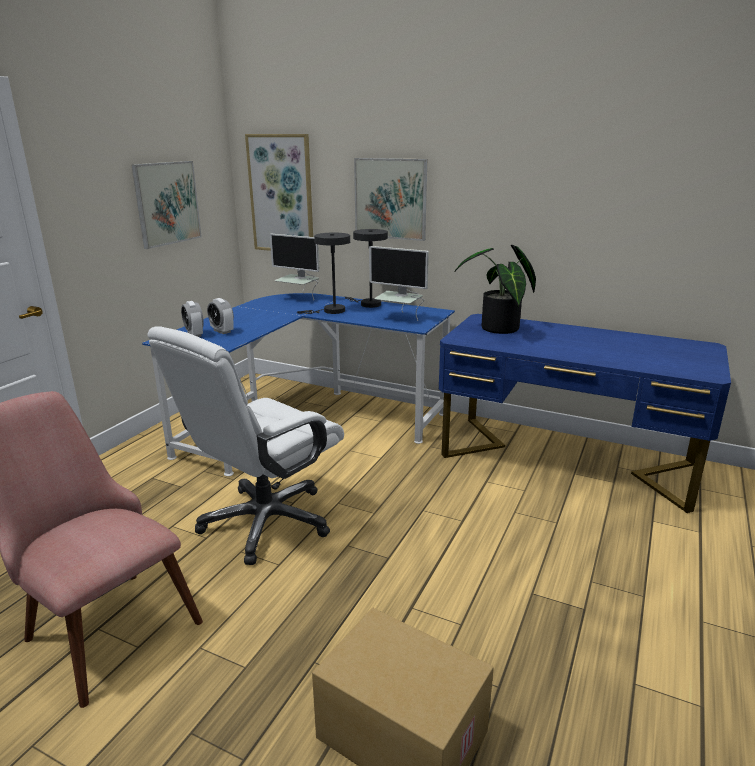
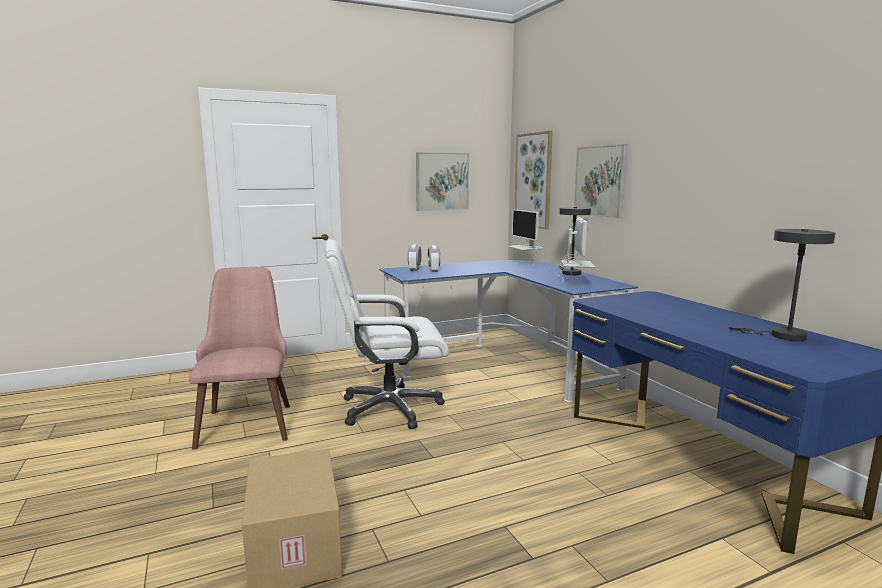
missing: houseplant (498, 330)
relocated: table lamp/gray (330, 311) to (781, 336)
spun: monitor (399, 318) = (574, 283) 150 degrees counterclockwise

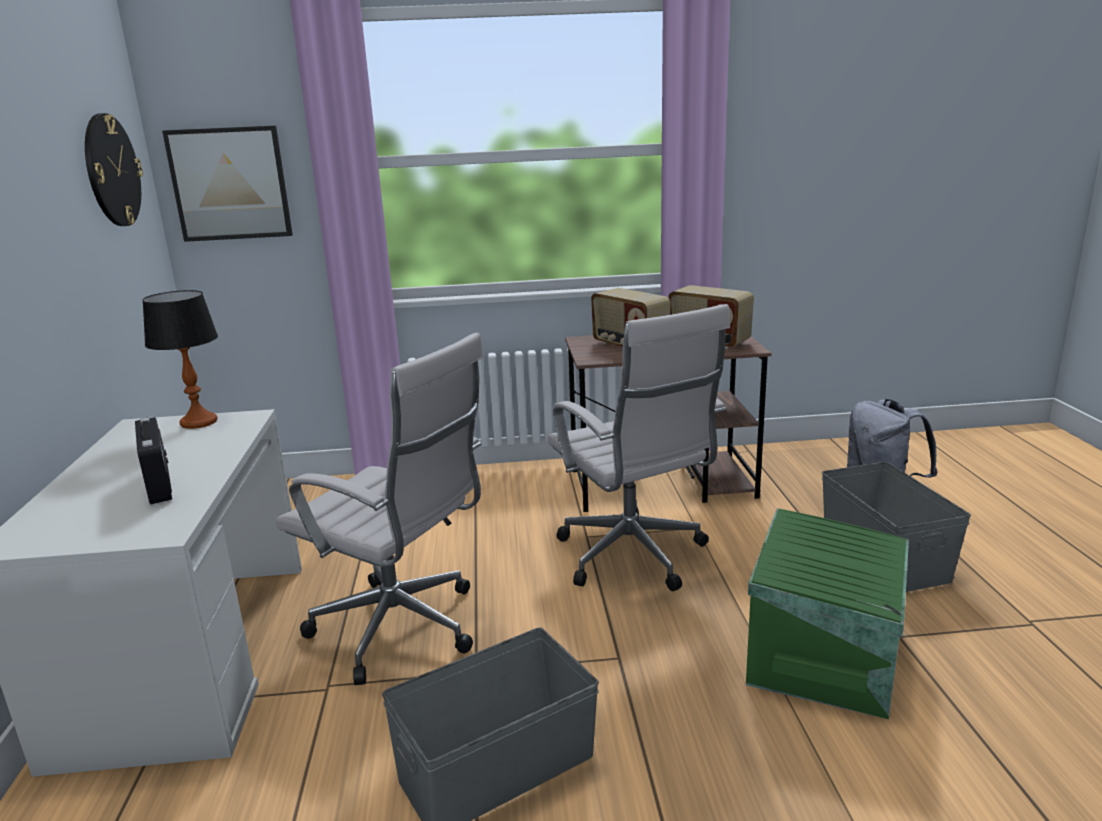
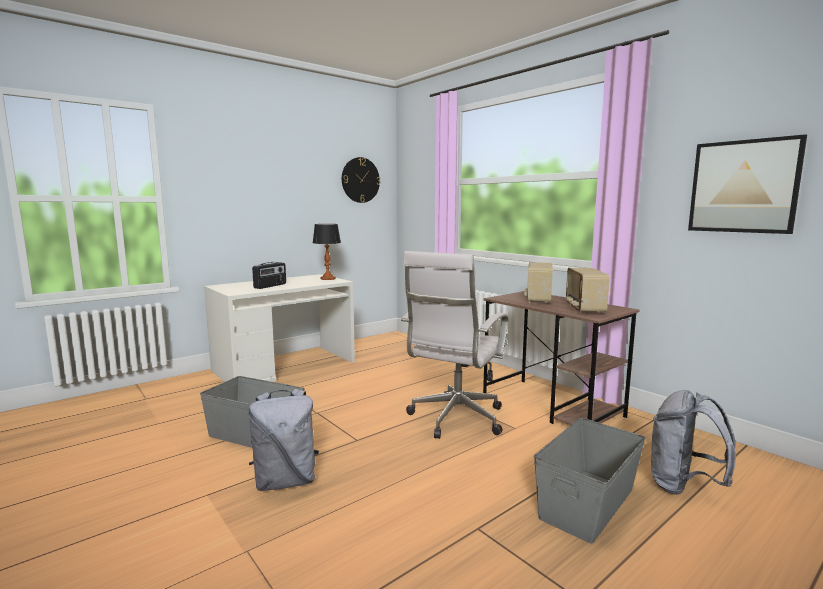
missing: office chair/whitish (403, 630); storage bin/green-coloured (827, 653)
appeared: knapsack/gray (286, 481)
relocated: picture (230, 184) to (743, 186)

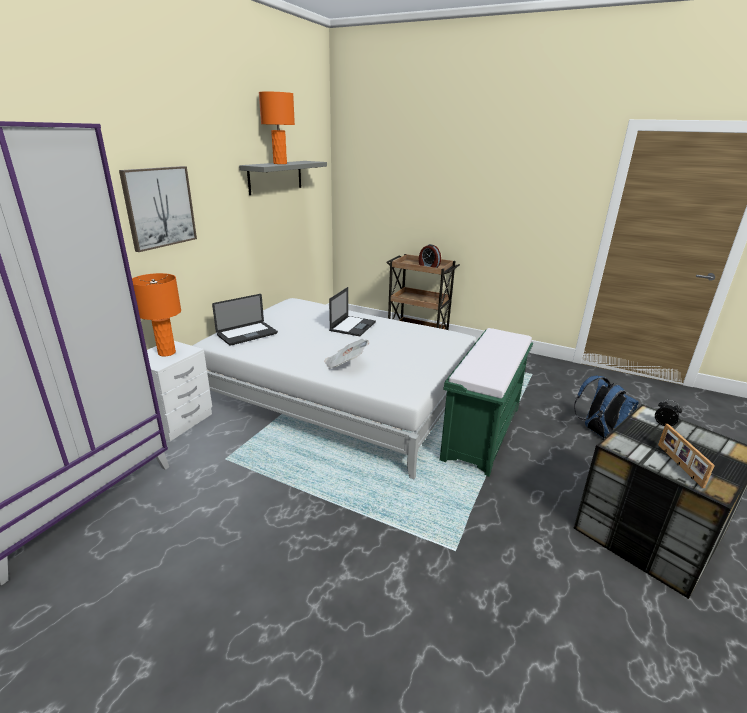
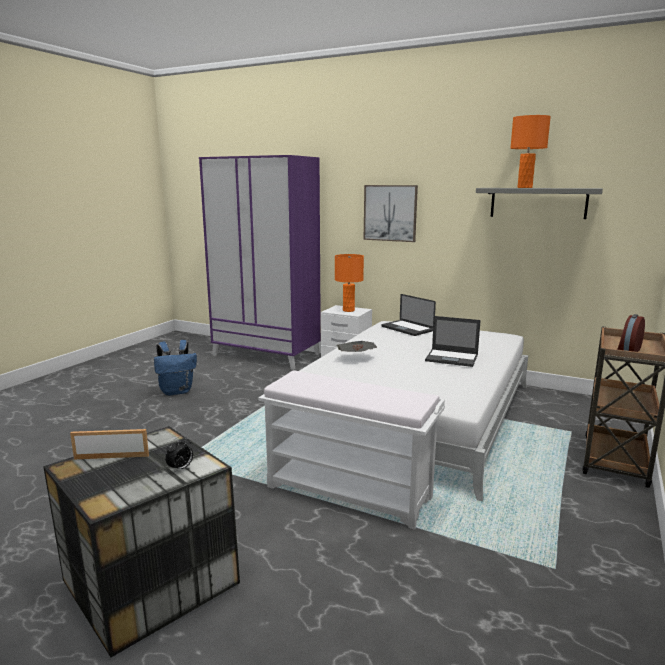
relocated: knapsack/bluish (598, 432) to (177, 391)
colour: long seat/green-coloured (481, 432) to long seat/whitish (350, 491)

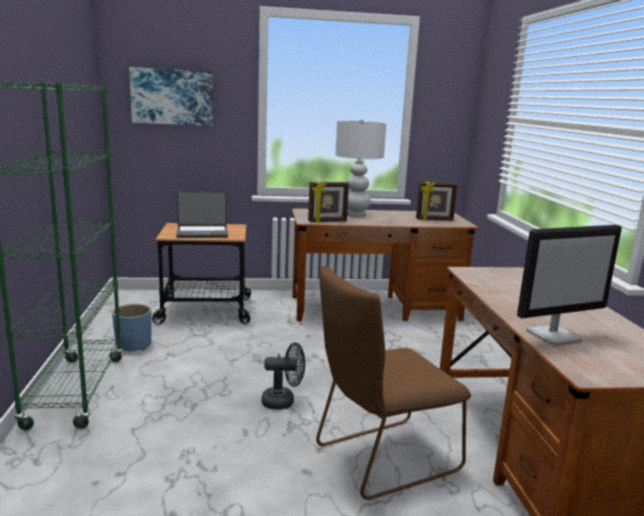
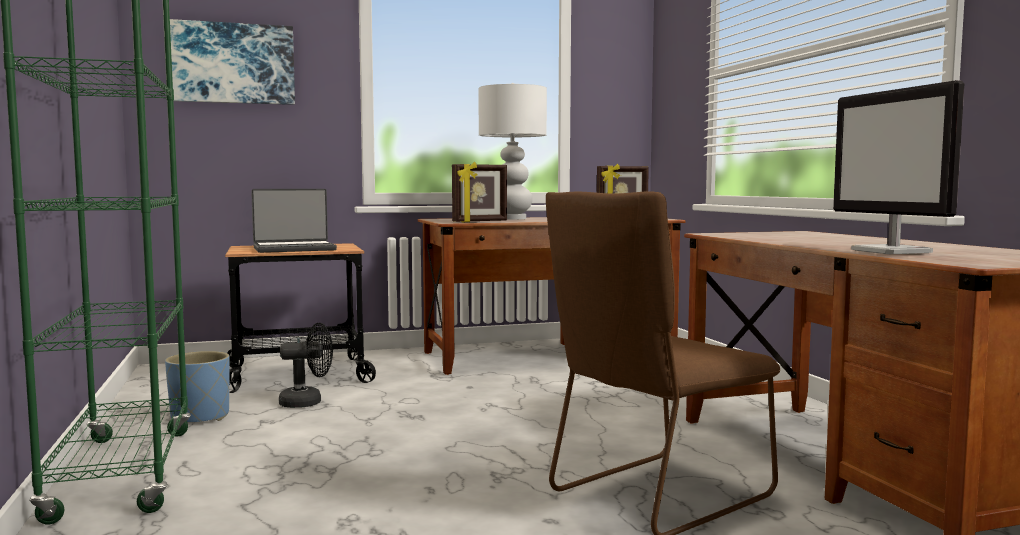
relocated: electric fan/black-coloured (283, 401) to (308, 402)
spun: monitor (554, 335) = (892, 251) 105 degrees clockwise

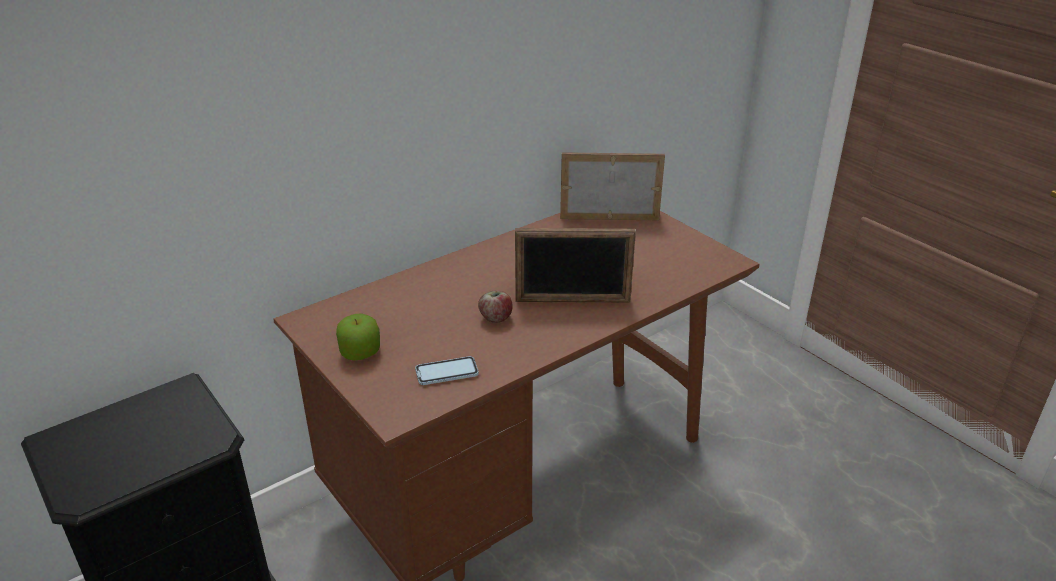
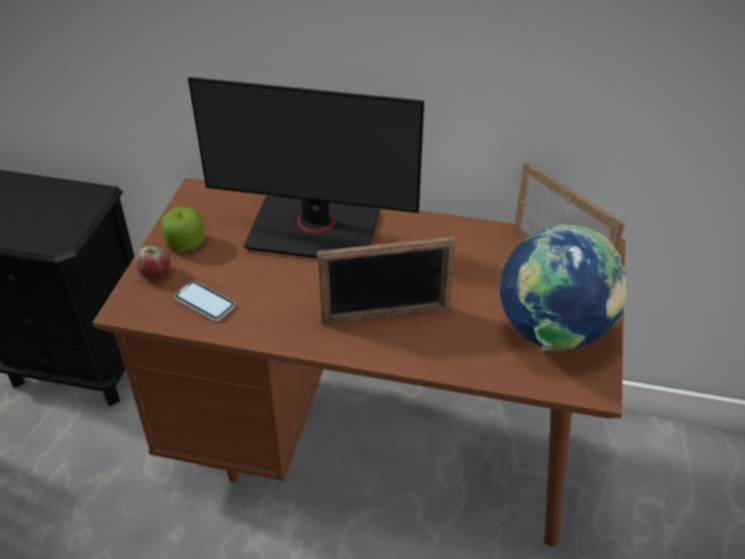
appeared: monitor (314, 229); world globe (554, 334)
relocated: whole apple (496, 318) to (155, 273)
spun: standing frame (572, 301) = (385, 315) 60 degrees counterclockwise

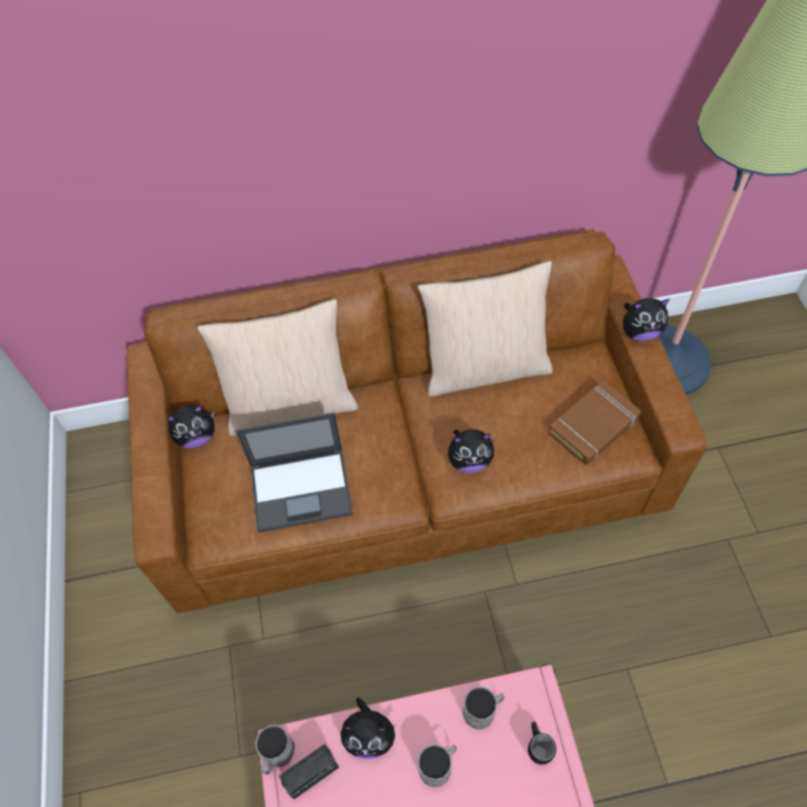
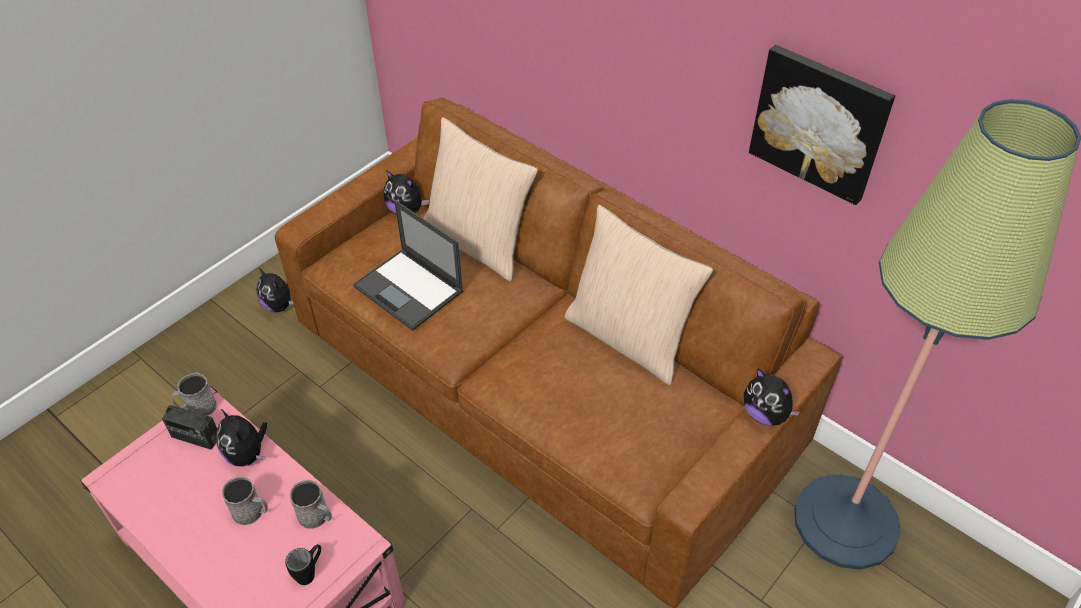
missing: bound book/brownish (593, 426)
appeared: picture (820, 123)
relocated: soft toy (469, 460) to (279, 305)

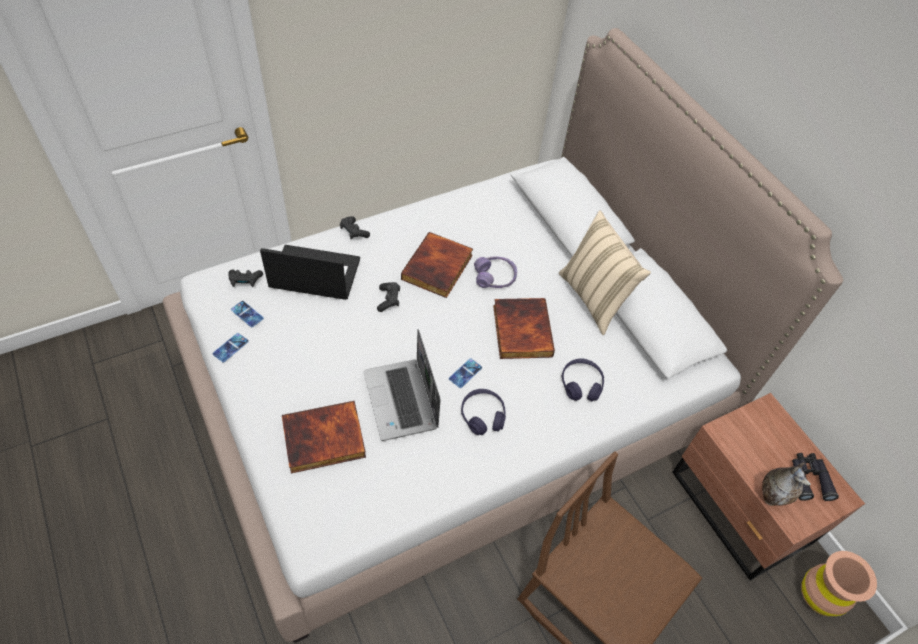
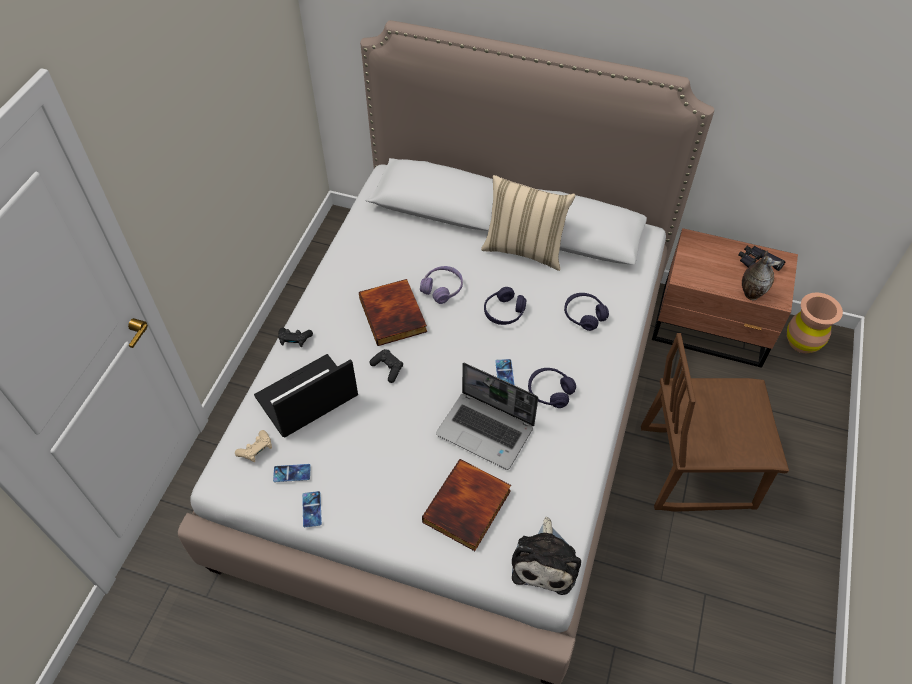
appeared: soft toy (545, 561)
exchanged: bound book (520, 330) to pair of headphones/purplish (504, 312)
colour: gamepad/black-coloured (245, 281) to gamepad/sand-coloured (256, 450)

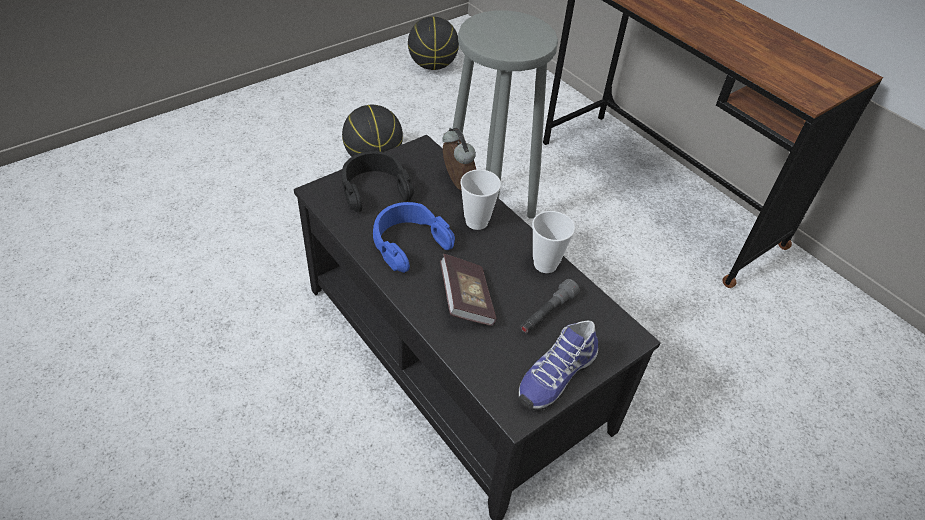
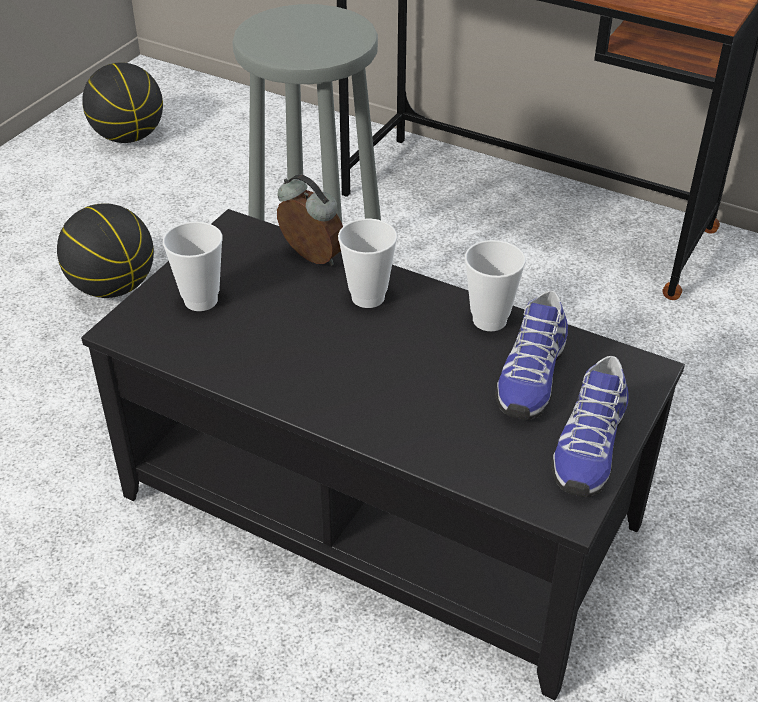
missing: pair of headphones/bluish (409, 243); bound book (466, 300)
exchanged: pair of headphones/black-coloured (374, 189) to drinking cup (201, 300); torch/gray (547, 313) to item of footwear (529, 378)

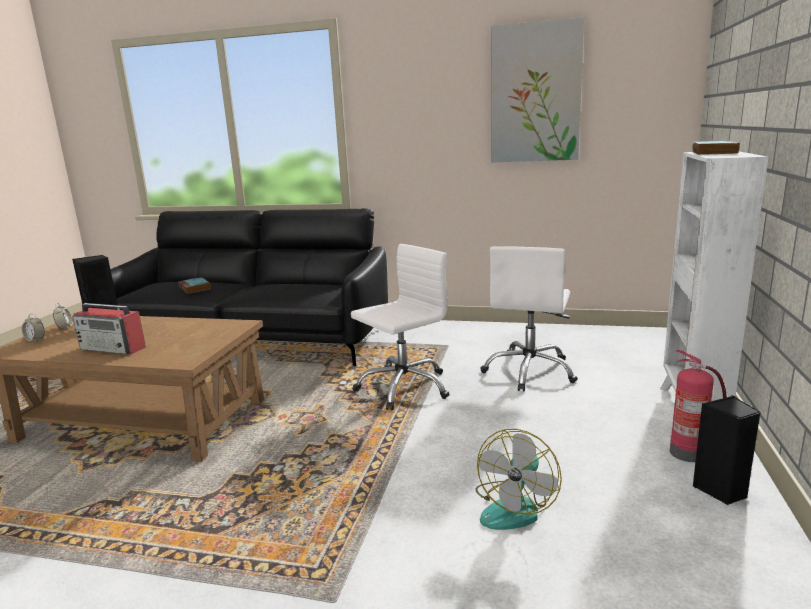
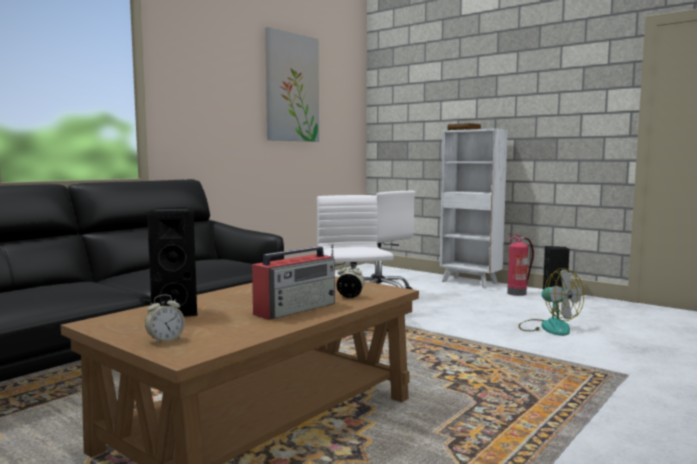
missing: bound book (195, 288)
relocated: alarm clock (65, 327) to (350, 297)

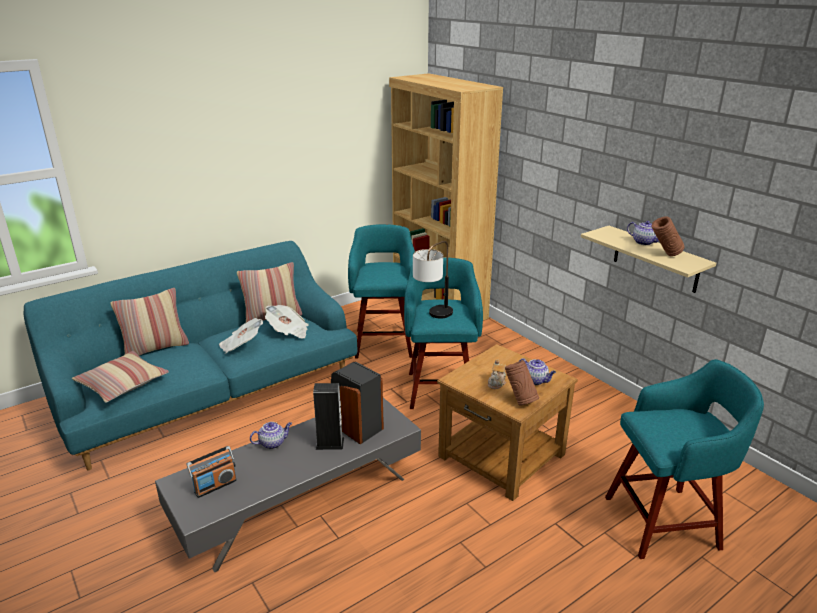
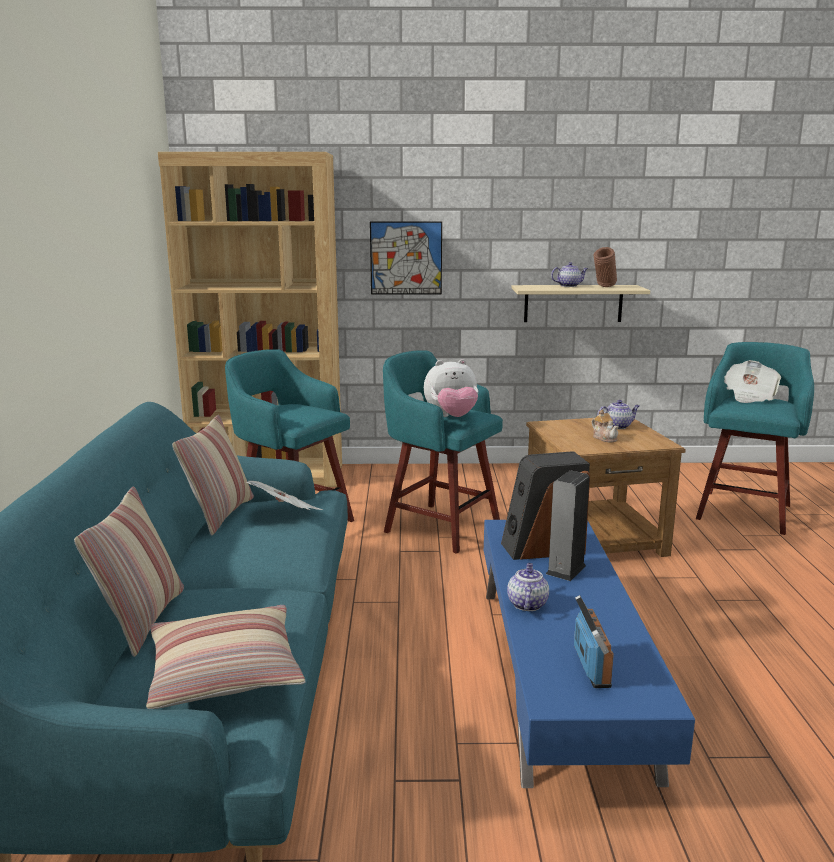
missing: decorative vase/brownish (520, 401)
appeared: picture (406, 258)
relocated: printed paper (241, 346) to (749, 397)
exchanged: table lamp (432, 317) to soft toy (452, 417)
colour: lounge table/gray (299, 497) to lounge table/bluish (558, 672)

